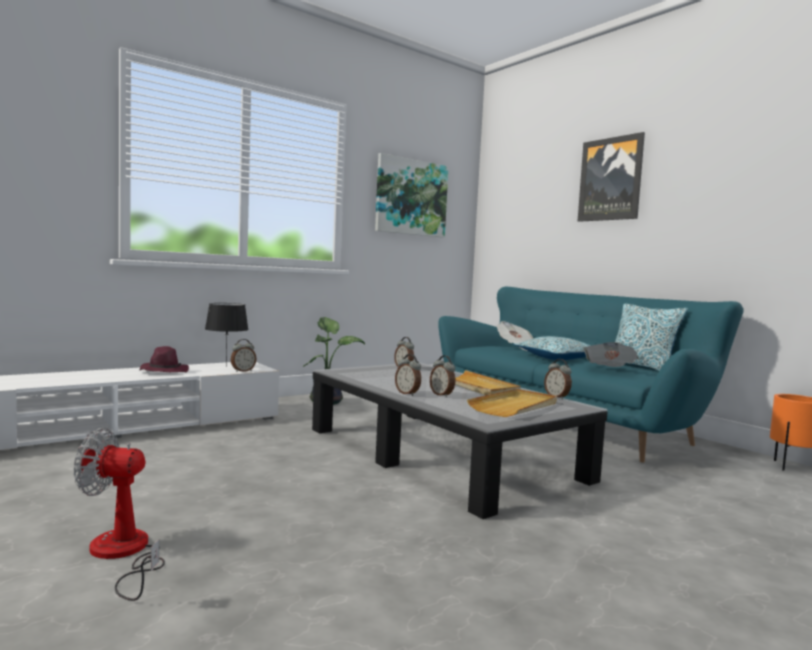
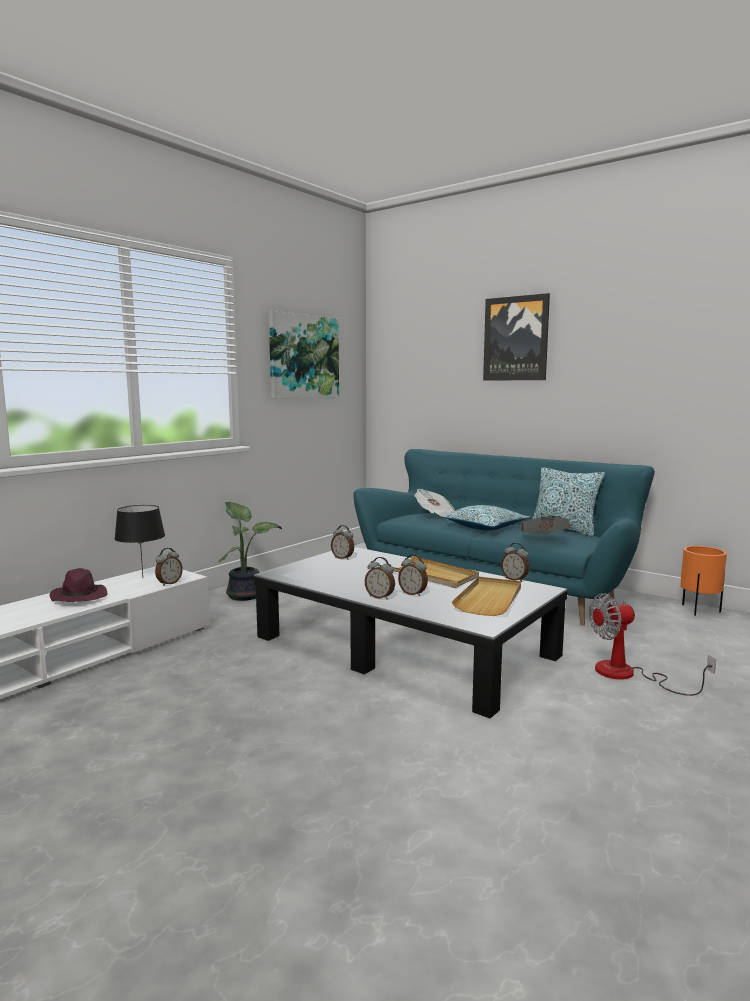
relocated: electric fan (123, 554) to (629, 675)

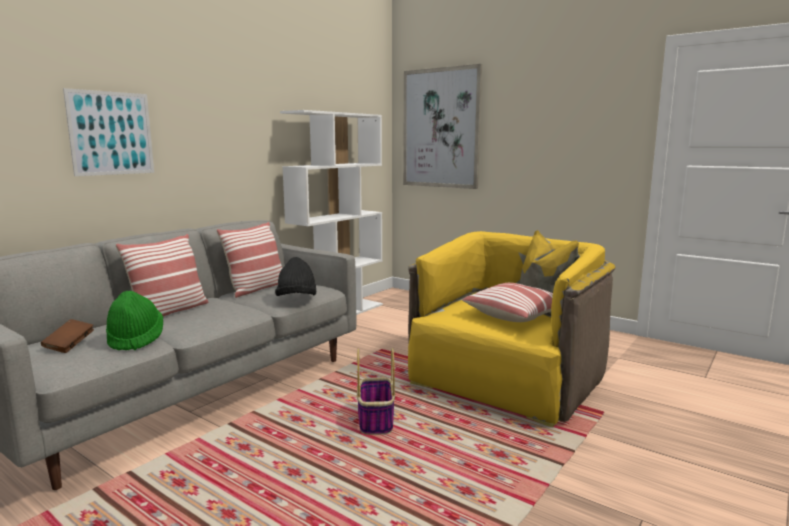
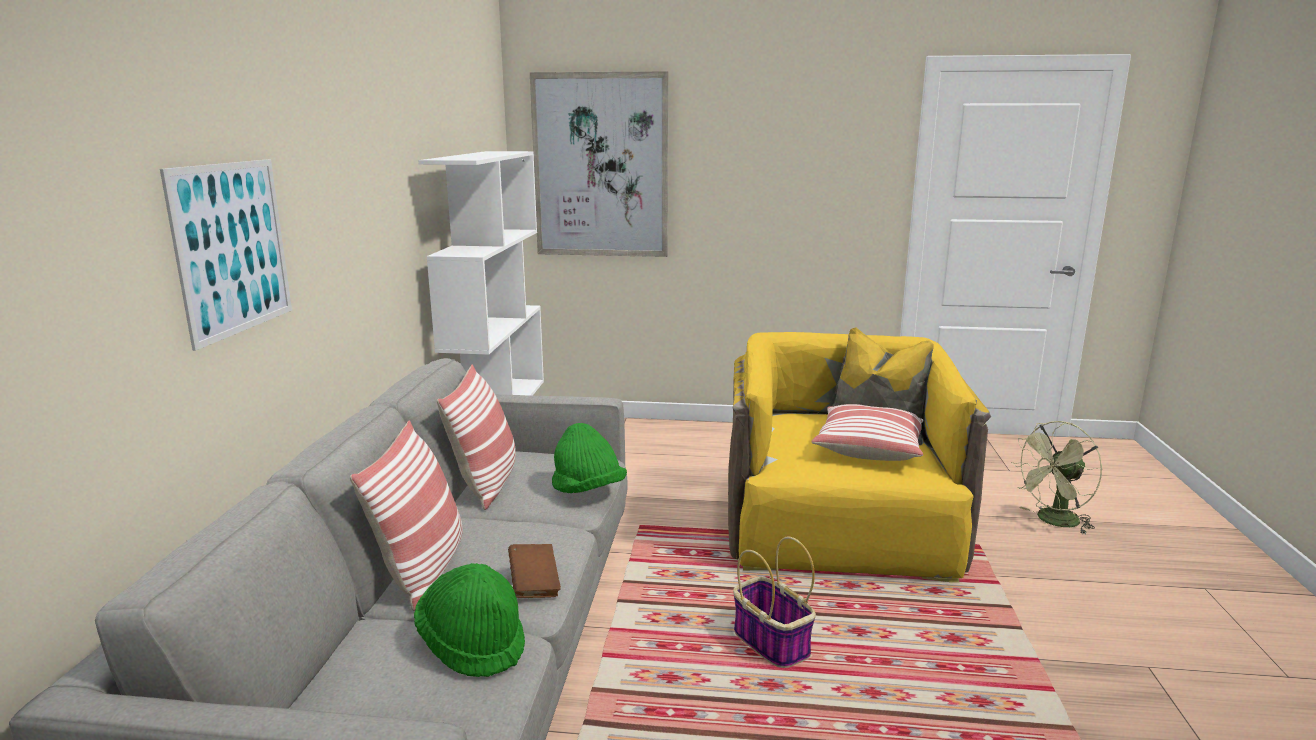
appeared: electric fan/green-coloured (1053, 522)
relocated: bound book/brownish (69, 345) to (534, 585)
colour: hat/black-coloured (296, 299) to hat/green-coloured (587, 490)

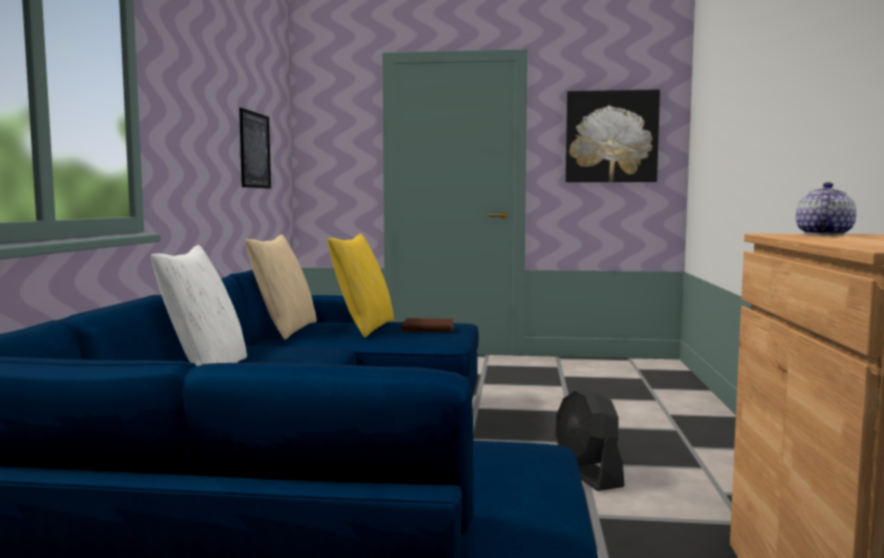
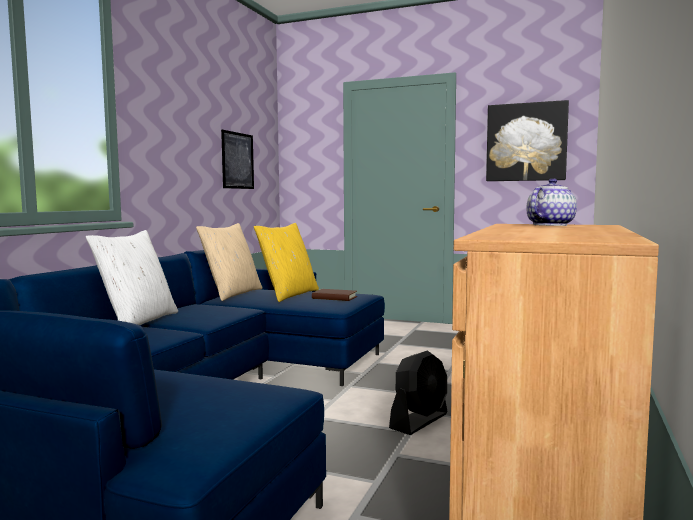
spun: electric fan/black-coloured (587, 474) = (419, 421) 135 degrees counterclockwise

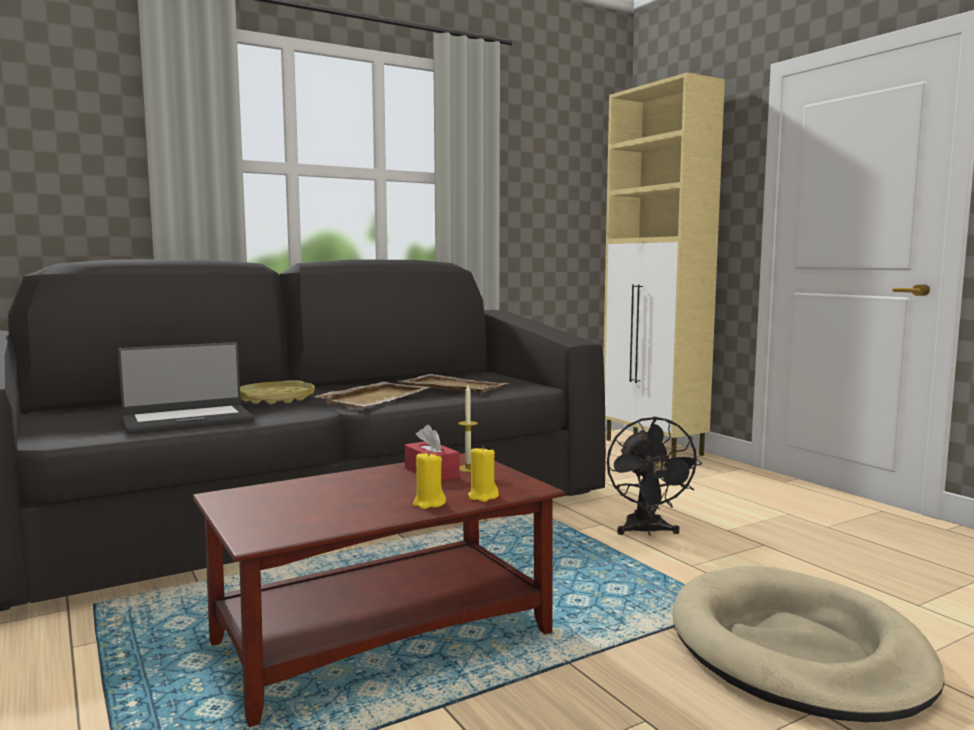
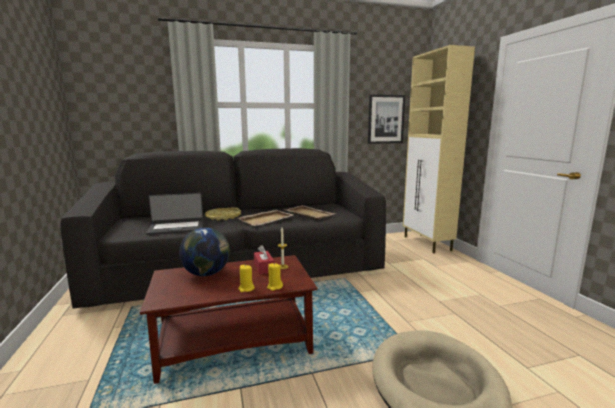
missing: electric fan/black-coloured (647, 531)
appeared: world globe (207, 274); picture (386, 119)

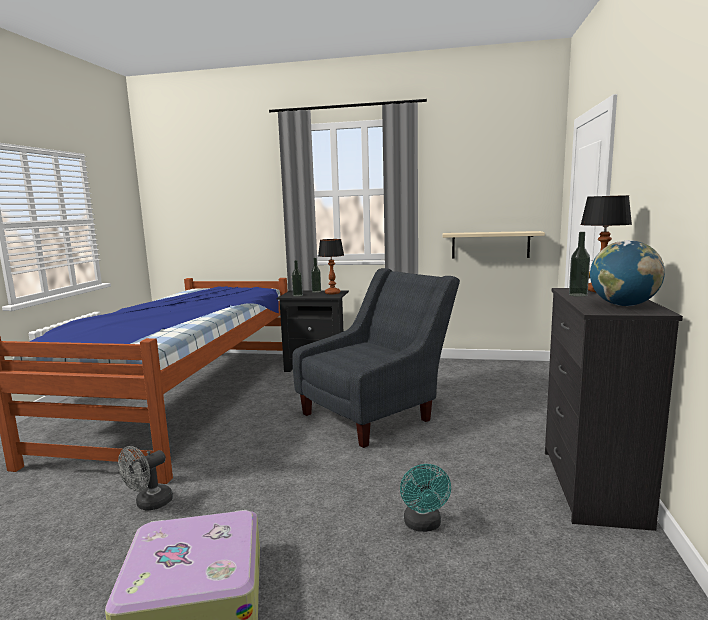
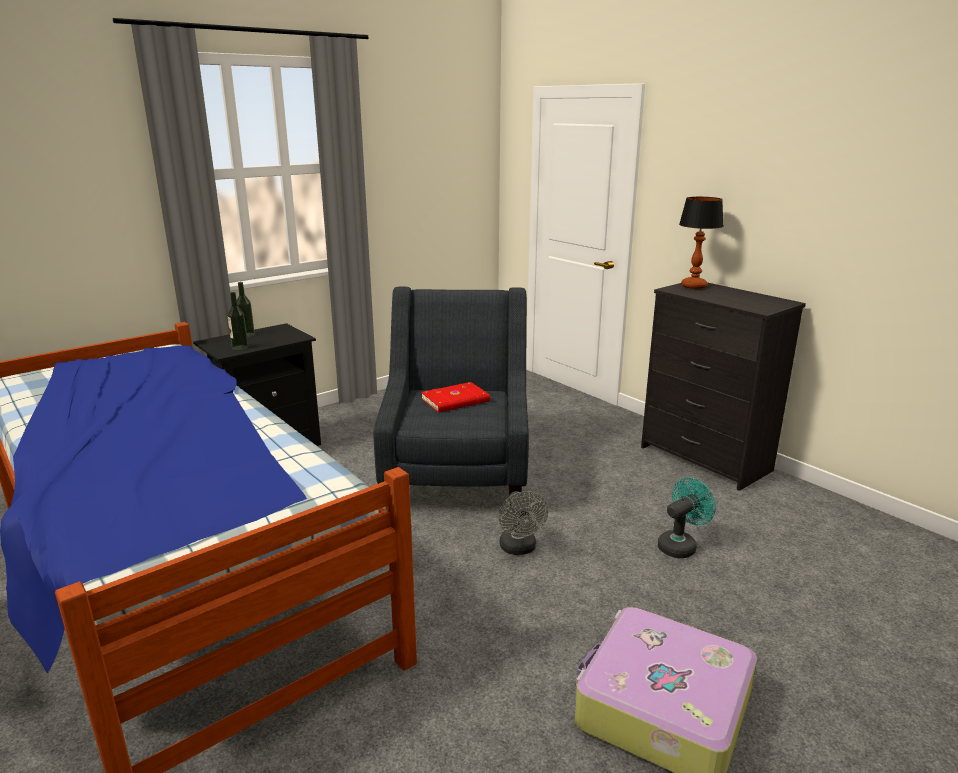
missing: table lamp (333, 293); wall shelf/sand-coloured (490, 245); beverage bottle (578, 295); world globe (623, 305)
appeared: bound book/red-coloured (456, 400)
relocated: electric fan/gray (149, 504) to (519, 549)
spun: electric fan/turquoise-coloured (423, 525) = (680, 545) 75 degrees counterclockwise

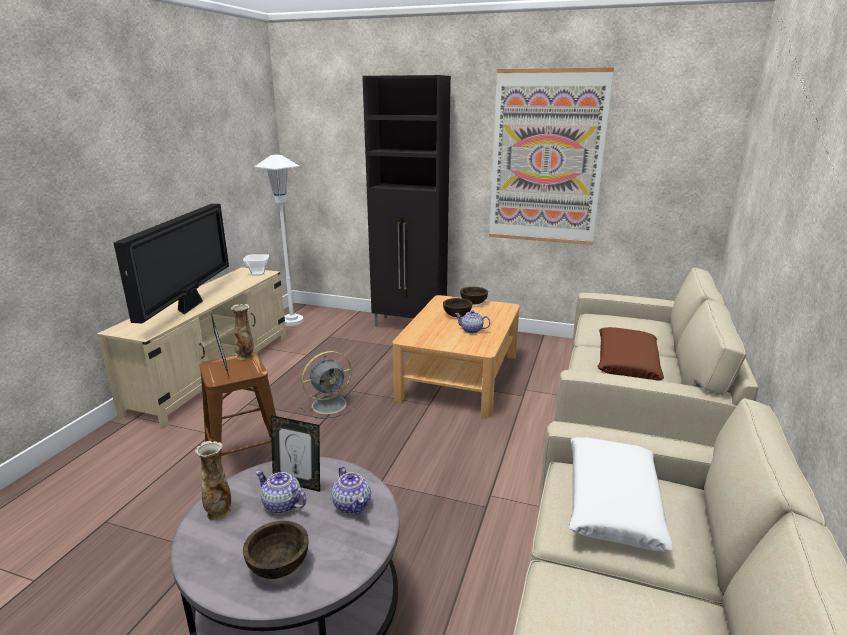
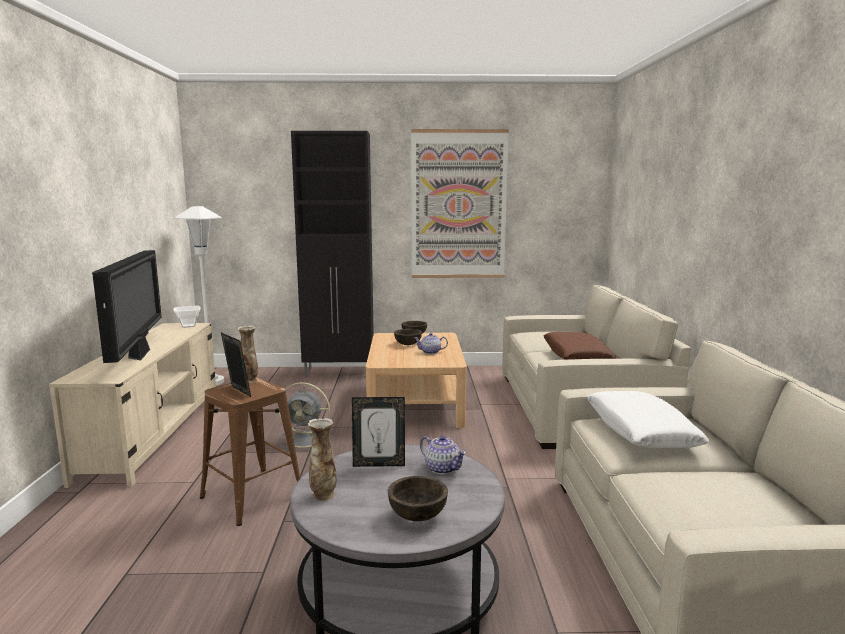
missing: teapot (282, 505)
spun: electric fan/gray (330, 404) = (307, 440) 60 degrees clockwise

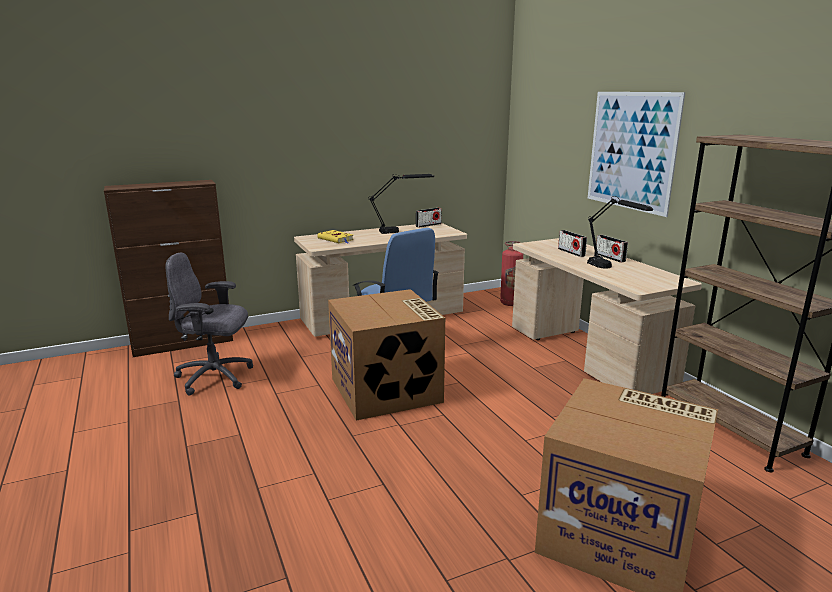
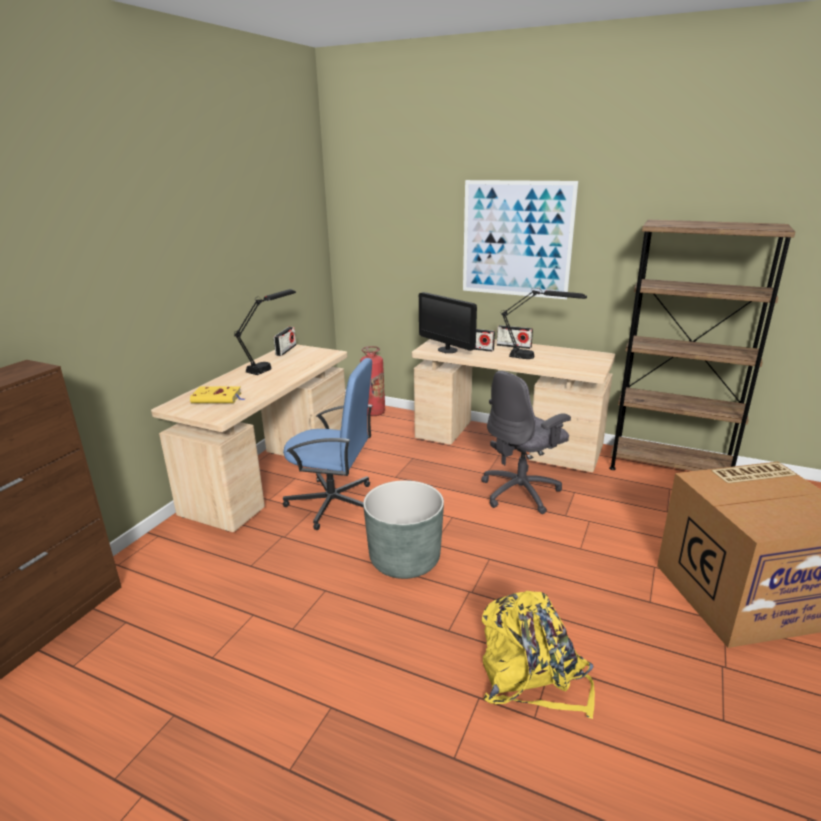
appeared: monitor (447, 350); knapsack/yellow (532, 678)
relocated: office chair/gray (215, 377) to (521, 492)
exchanged: carton (387, 390) to flower pot/gray (405, 559)

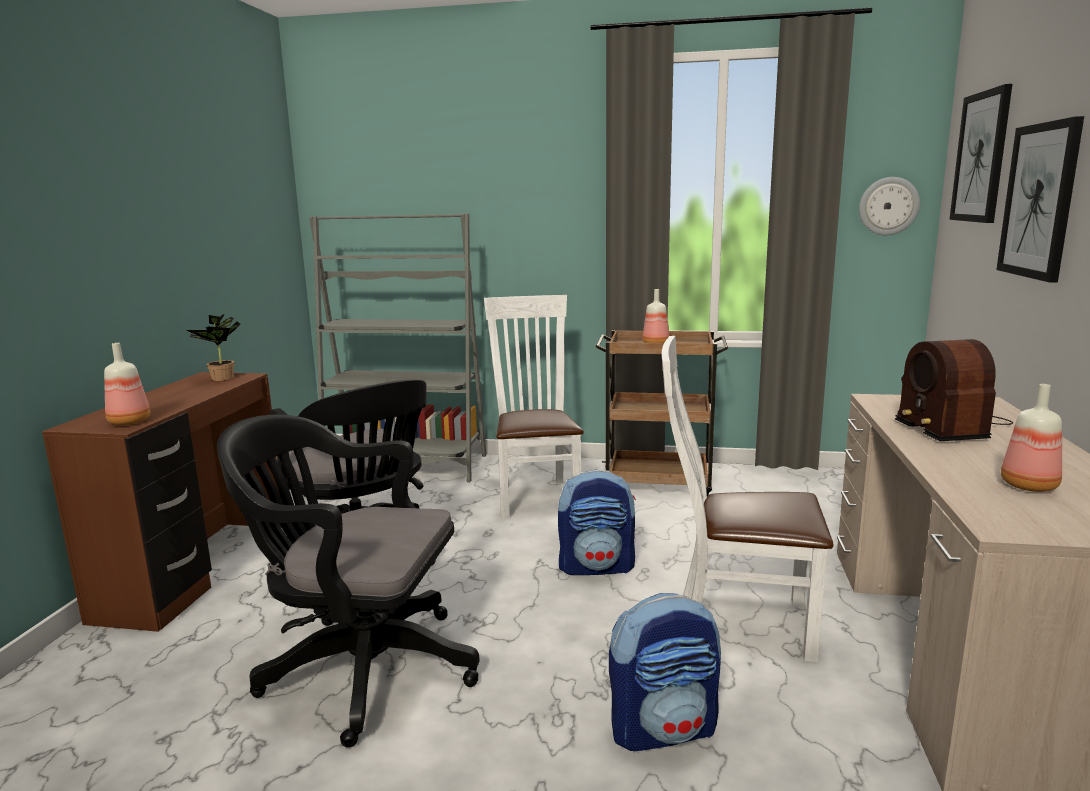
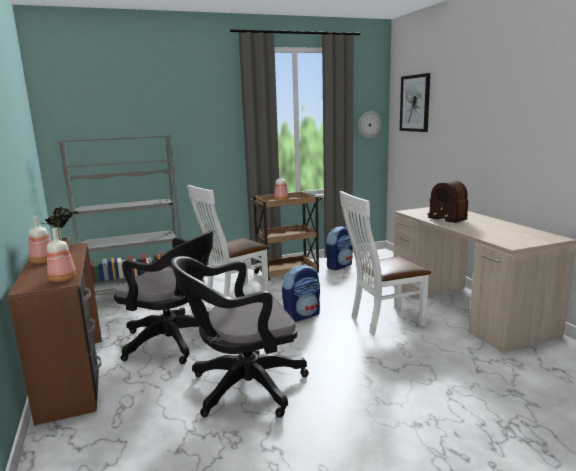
missing: picture (1039, 201)
relocated: knapsack (664, 729) to (339, 266); beverage bottle (1030, 486) to (43, 262)
spun: plain chair/whitish (536, 496) = (233, 293) 90 degrees counterclockwise

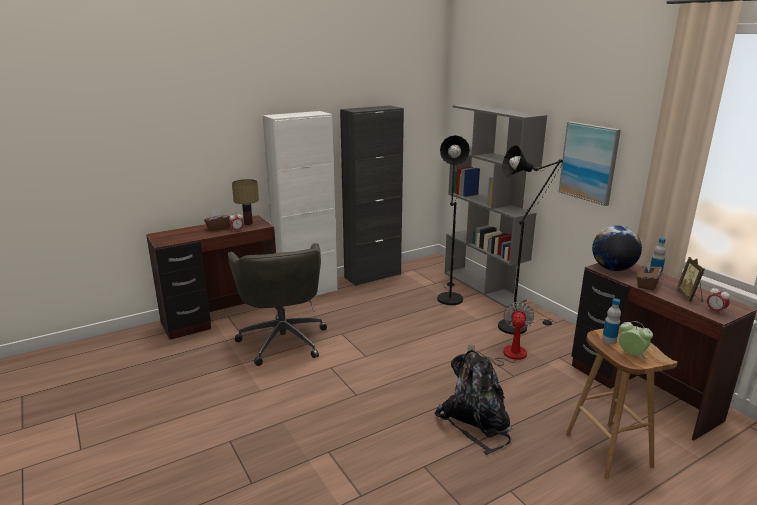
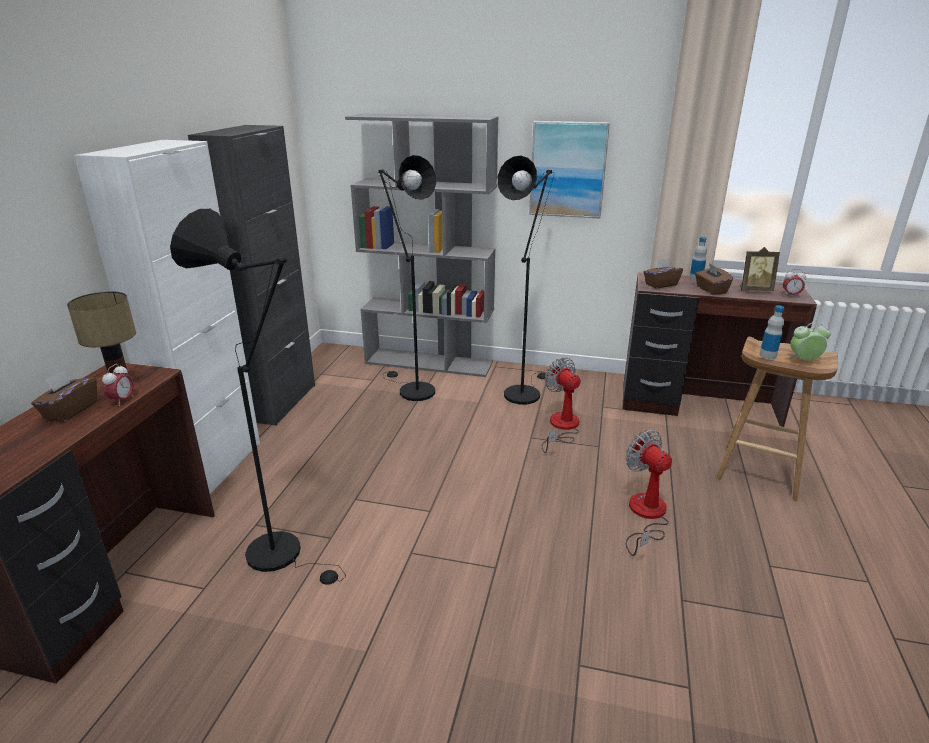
exchanged: office chair/gray (283, 339) to standing lamp/black-coloured (283, 554); knapsack/black-coloured (476, 422) to electric fan (645, 515); world globe (612, 269) to tissue box/brownish (660, 284)
spun: standing frame (689, 297) = (754, 290) 45 degrees counterclockwise

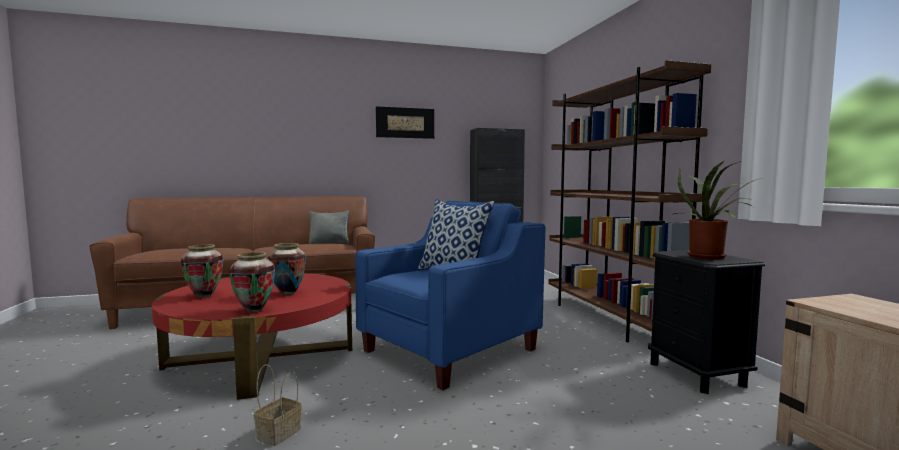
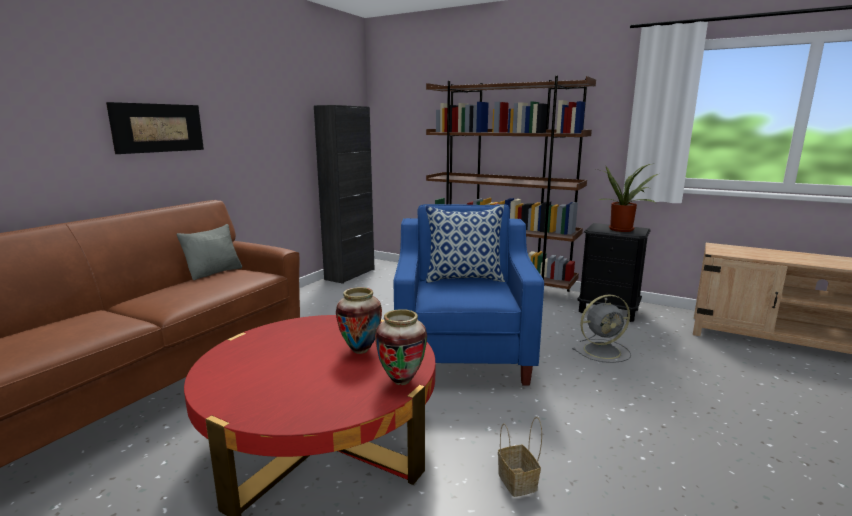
missing: decorative vase (204, 296)
appeared: electric fan/gray (603, 350)
relocated: picture (405, 123) to (158, 128)

